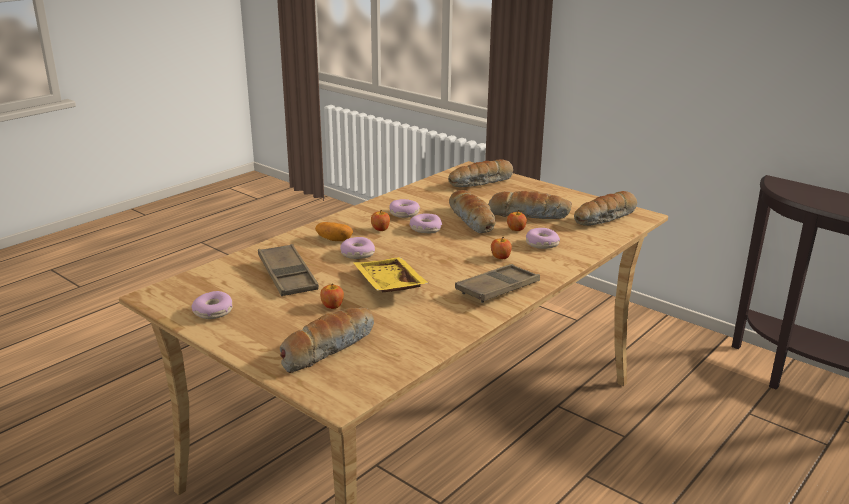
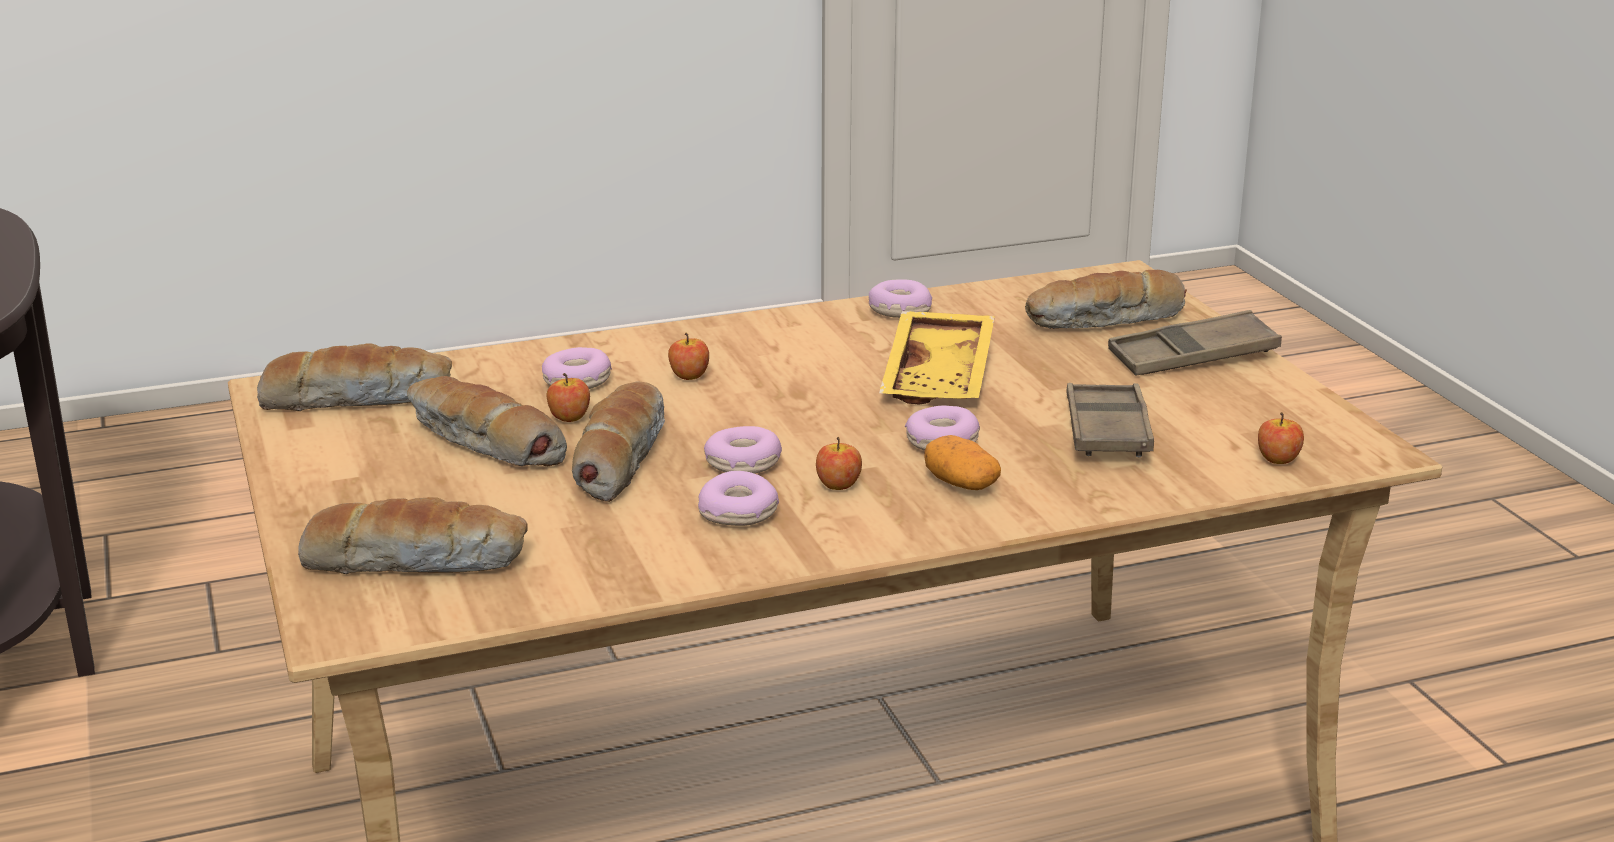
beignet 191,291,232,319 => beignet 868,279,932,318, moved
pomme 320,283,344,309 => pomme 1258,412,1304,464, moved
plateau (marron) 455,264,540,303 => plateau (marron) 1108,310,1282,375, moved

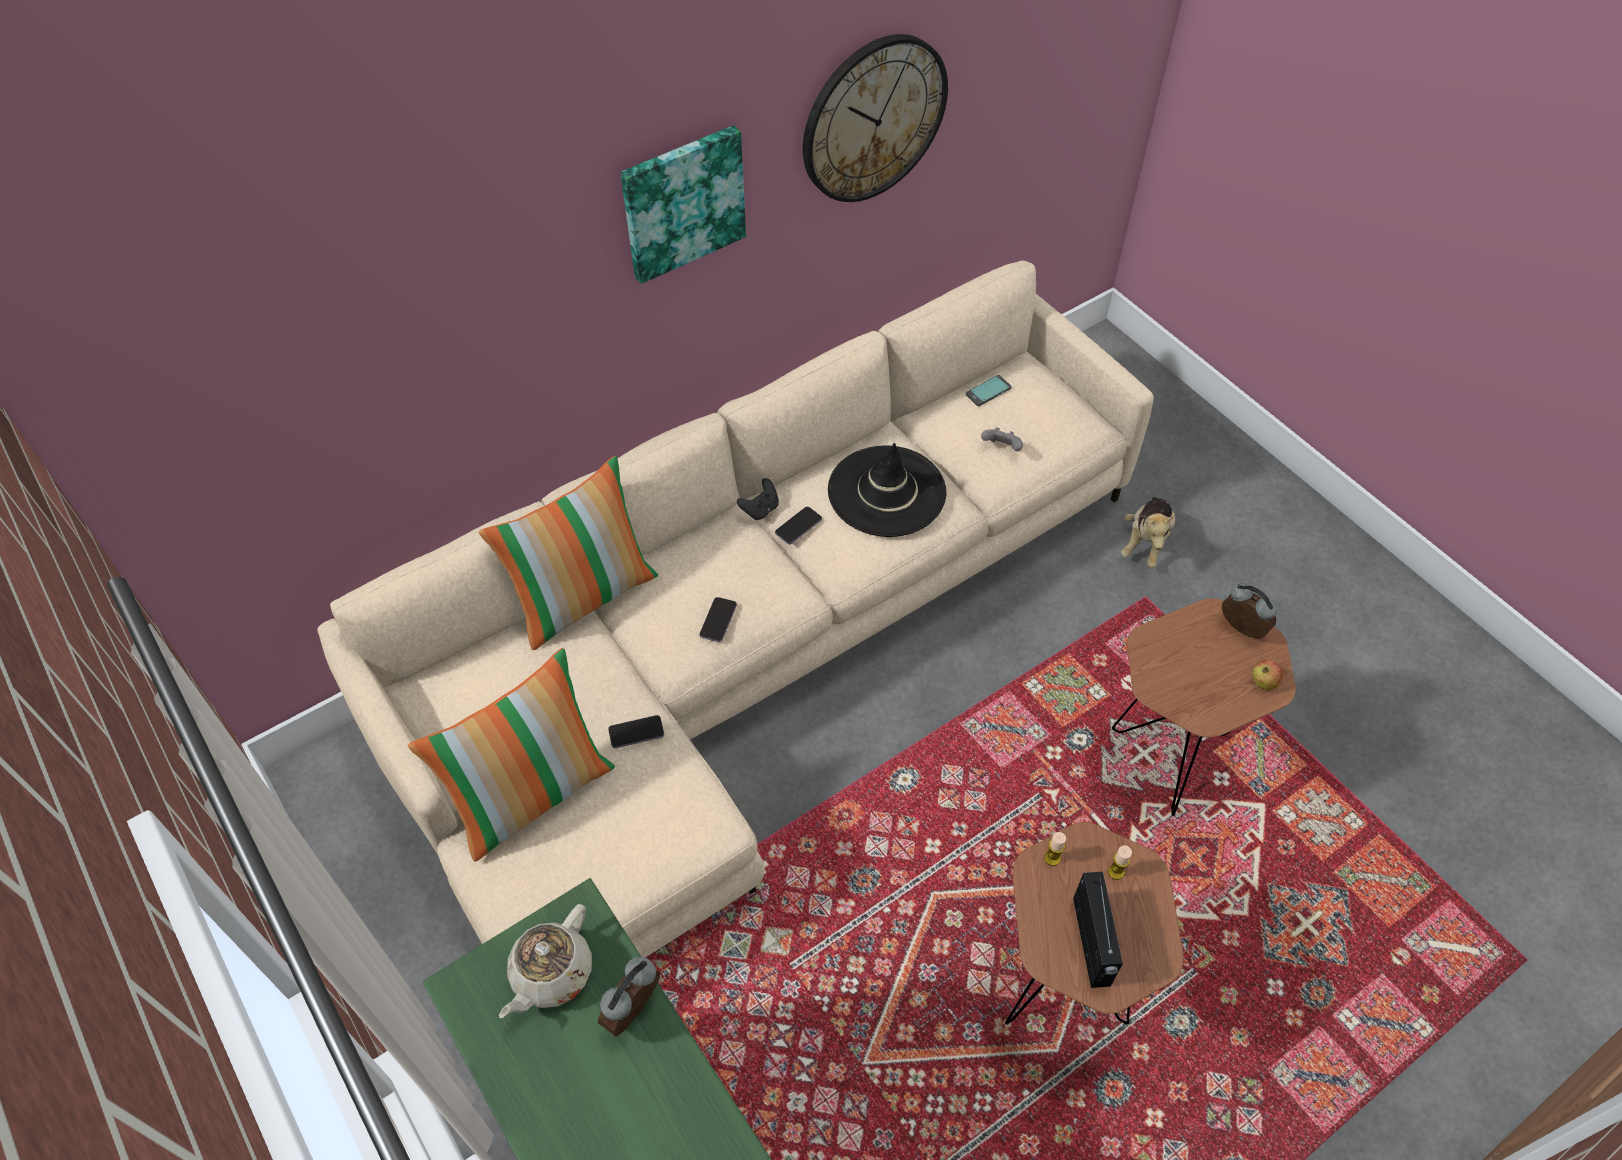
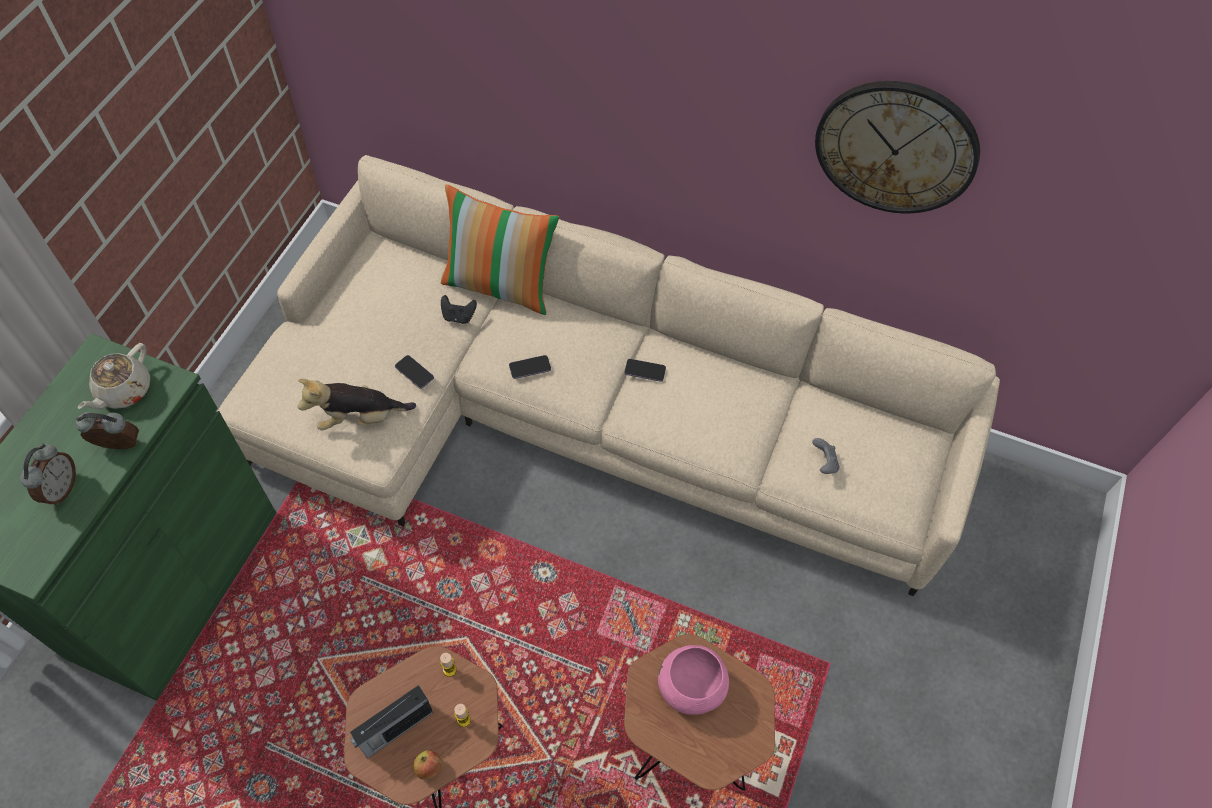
coussin 408,648,615,862 => nothing
théière (beige) 499,904,592,1018 => théière (beige) 78,343,150,410, 60 degrees counterclockwise
tableau 620,125,746,284 => nothing
manette (noir) 737,478,779,520 => manette (noir) 441,295,477,324, moved
chapeau (noir) 828,443,946,537 => nothing
téléphone 966,375,1012,406 => nothing
peluche 1121,497,1175,568 => peluche 298,379,416,430, moved
réveil 1222,583,1277,639 => réveil 20,444,76,505, moved
pomme 1252,660,1283,690 => pomme 413,750,442,780, moved
nothing => bol (rose) 658,645,729,715

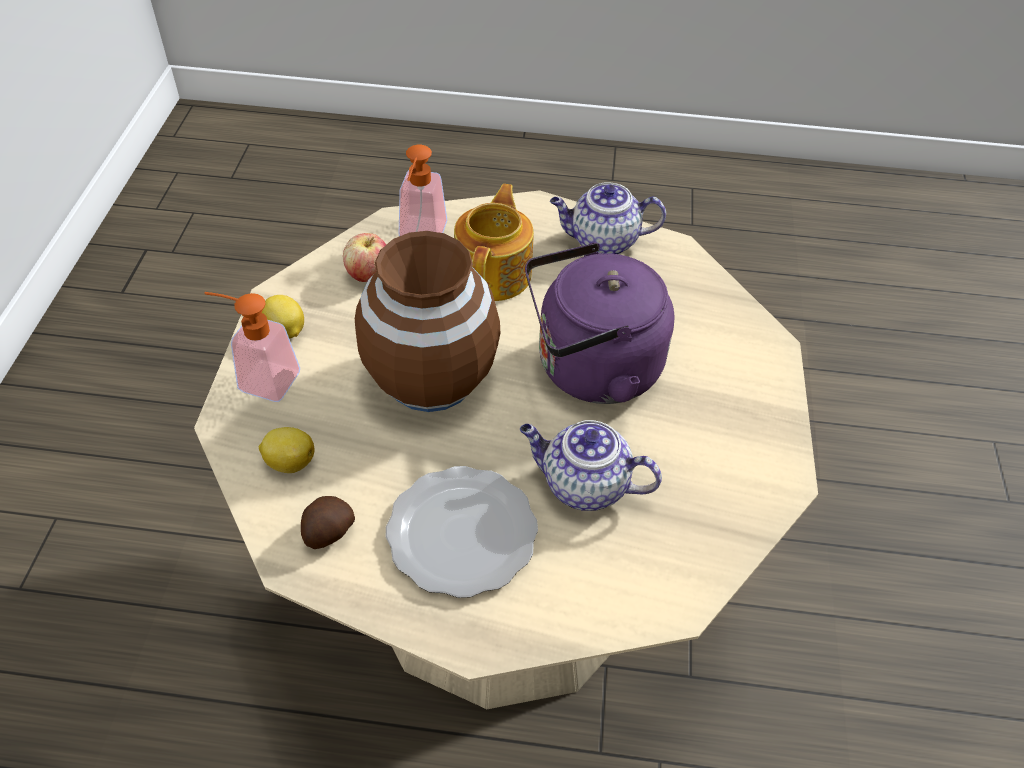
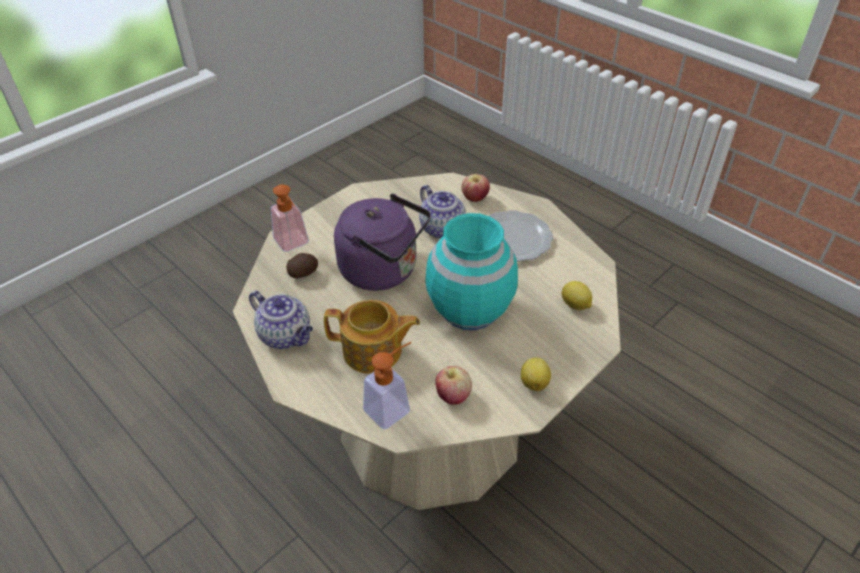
distributeur de savon 204,292,300,402 => distributeur de savon 271,185,309,252, moved
pomme de terre 301,496,355,549 => pomme de terre 286,253,318,278, moved
vase (marron) 355,231,500,412 => vase (turquoise) 425,213,518,330
théière 454,184,534,301 => théière 324,300,420,374, 135 degrees counterclockwise
nothing => pomme 461,174,490,202

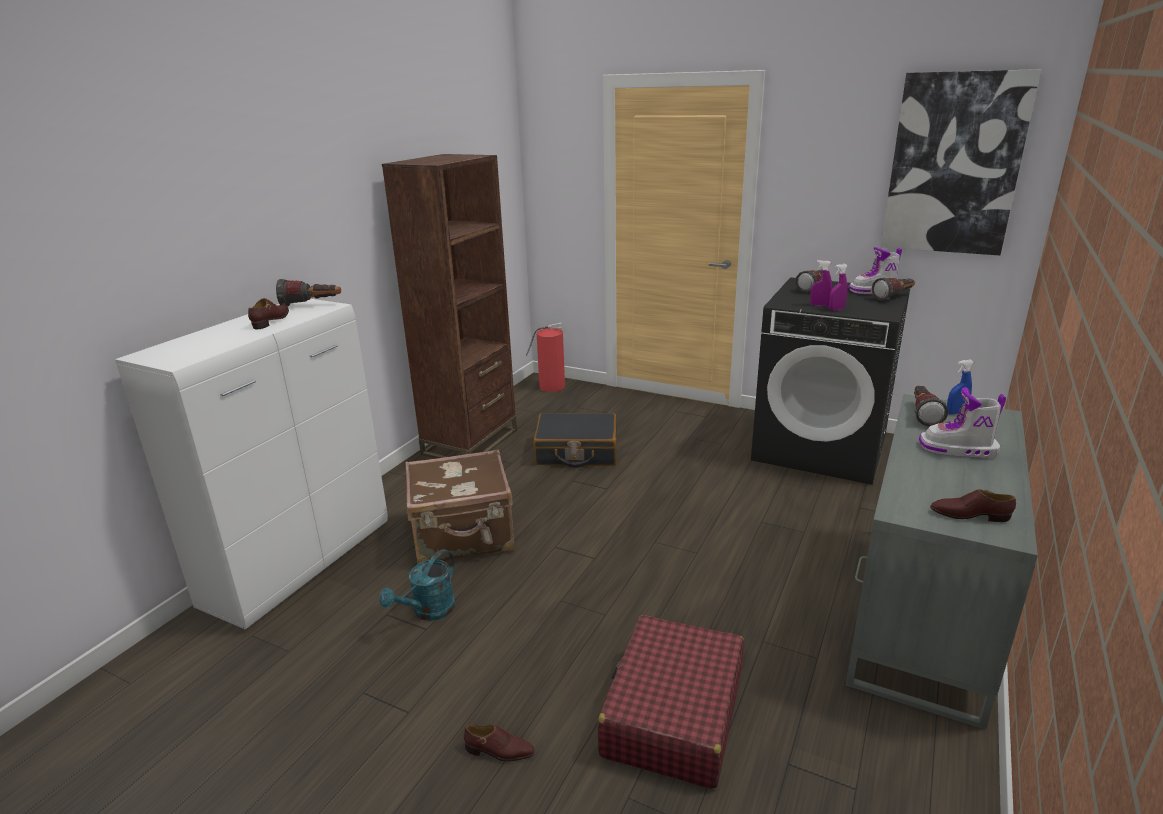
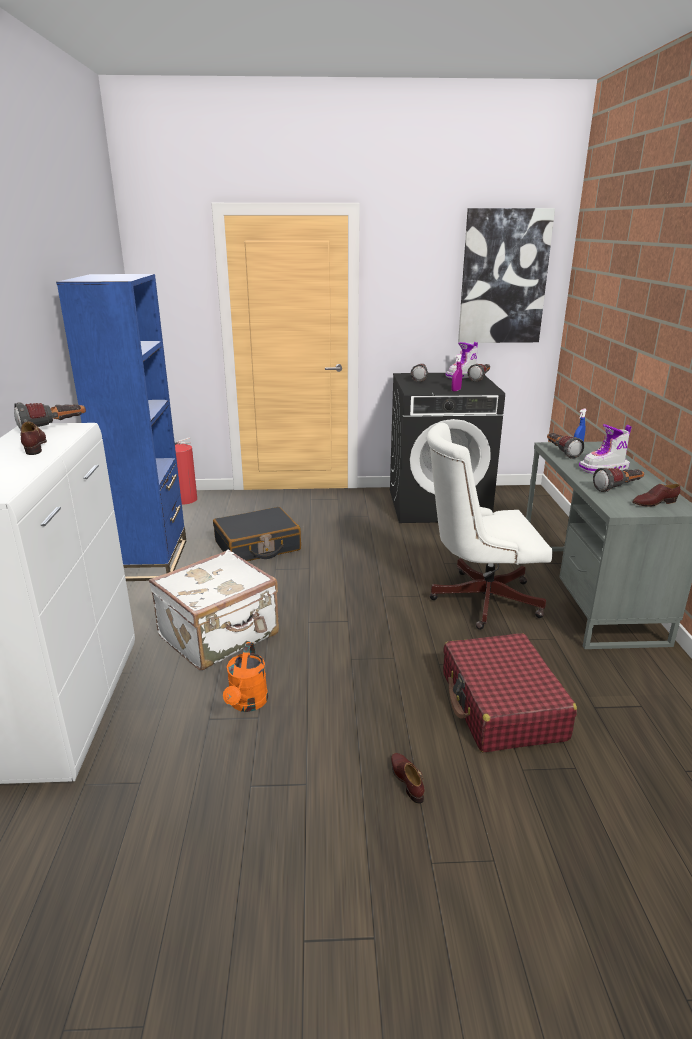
arrosoir (turquoise) 379,549,455,621 => arrosoir (orange) 223,642,268,712
bibliothèque (marron) 382,154,517,459 => bibliothèque (bleu) 56,274,186,581
valise (marron) 405,449,515,564 => valise (blanc) 149,549,279,670
chaussure (marron) 464,724,535,762 => chaussure (marron) 391,753,424,804, 90 degrees counterclockwise
vaporisateur (violet) 810,260,832,306 => nothing
nothing => chaise de bureau (blanc) 427,423,553,630
nothing => lampe de poche 593,468,644,492

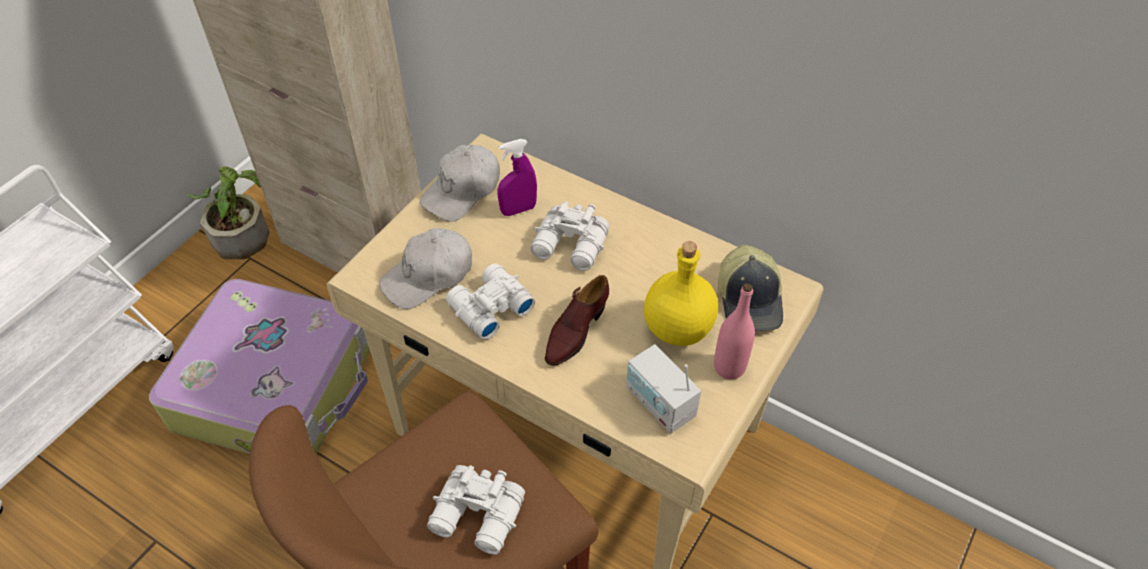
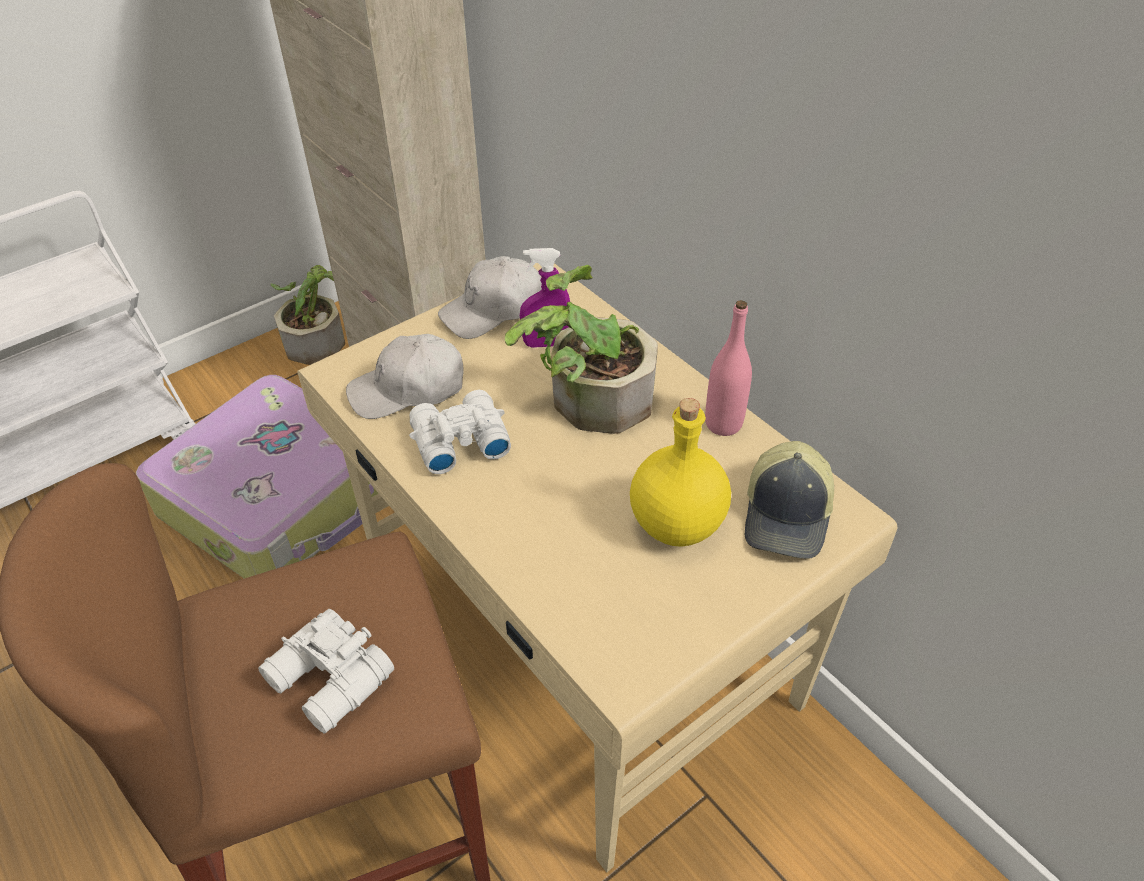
jumelles (blanc) 530,201,609,271 => plante en pot 505,265,658,434
chaussure (marron) 545,275,609,366 => nothing
radio 626,344,701,434 => nothing
bouteille (rose) 714,283,755,379 => bouteille (rose) 705,300,752,436, moved

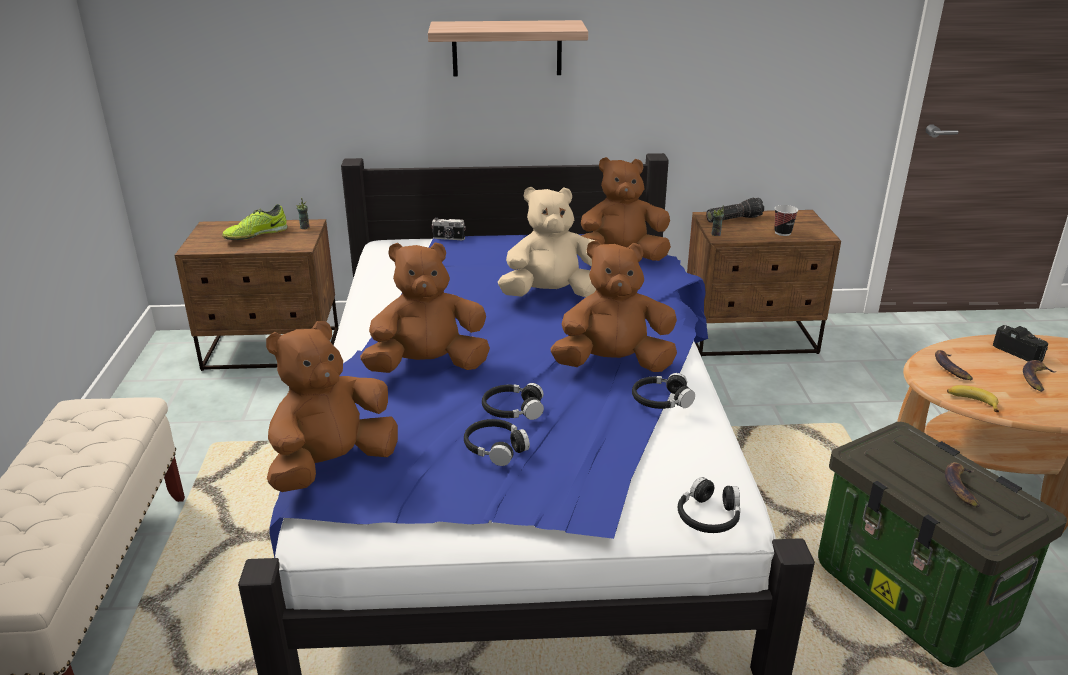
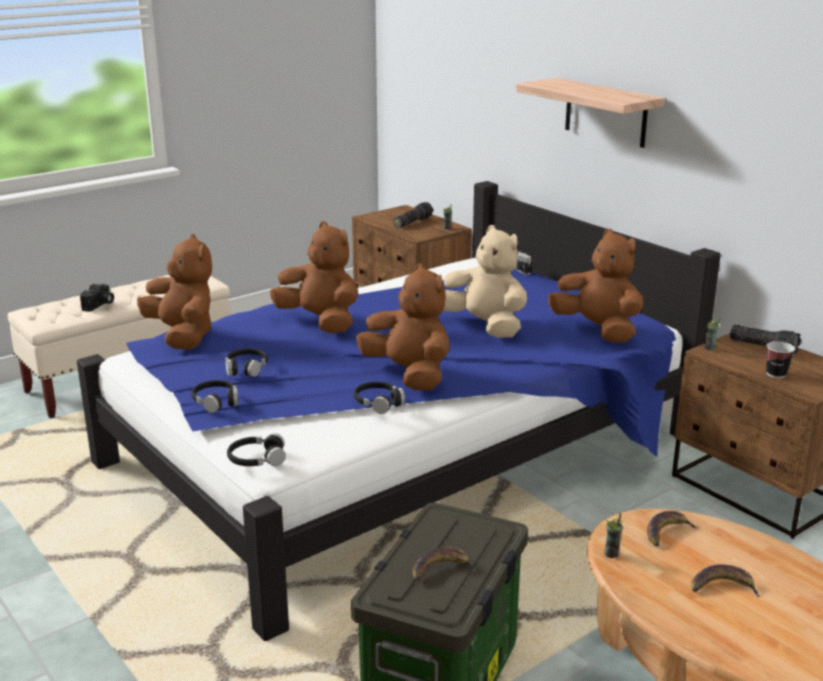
chaussure 222,204,287,240 => lampe de poche 393,202,433,228
peluche (marron) 266,321,398,492 => peluche (marron) 137,234,212,350, 45 degrees clockwise
casque audio (noir) 482,383,544,420 => casque audio (noir) 191,380,239,413, moved
banane 947,385,999,412 => tasse 604,513,623,558
appareil photo 993,325,1049,362 => appareil photo 80,284,114,312, moved

